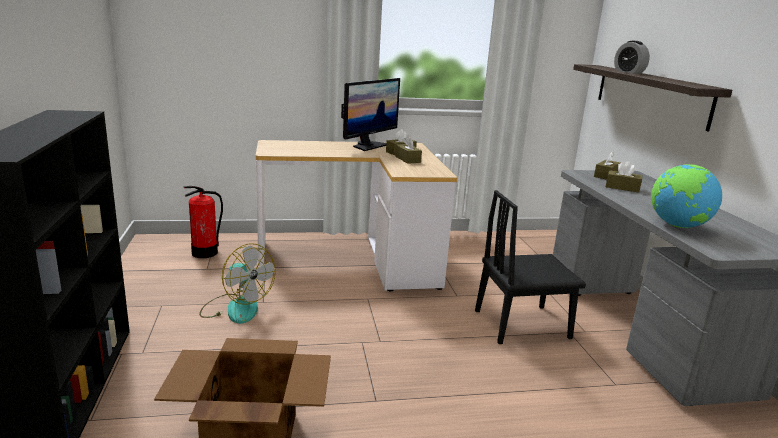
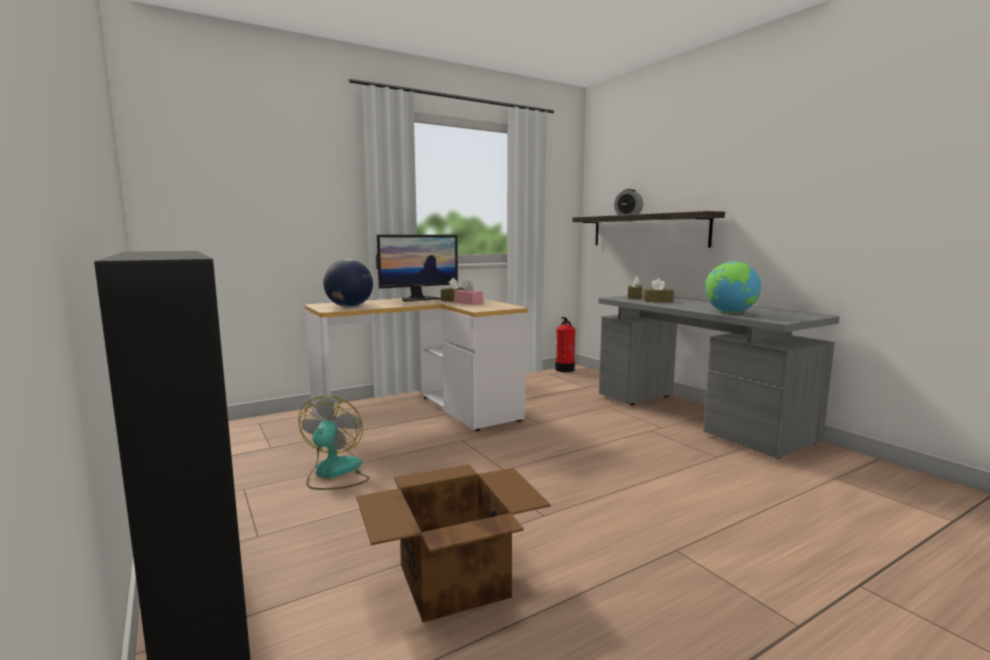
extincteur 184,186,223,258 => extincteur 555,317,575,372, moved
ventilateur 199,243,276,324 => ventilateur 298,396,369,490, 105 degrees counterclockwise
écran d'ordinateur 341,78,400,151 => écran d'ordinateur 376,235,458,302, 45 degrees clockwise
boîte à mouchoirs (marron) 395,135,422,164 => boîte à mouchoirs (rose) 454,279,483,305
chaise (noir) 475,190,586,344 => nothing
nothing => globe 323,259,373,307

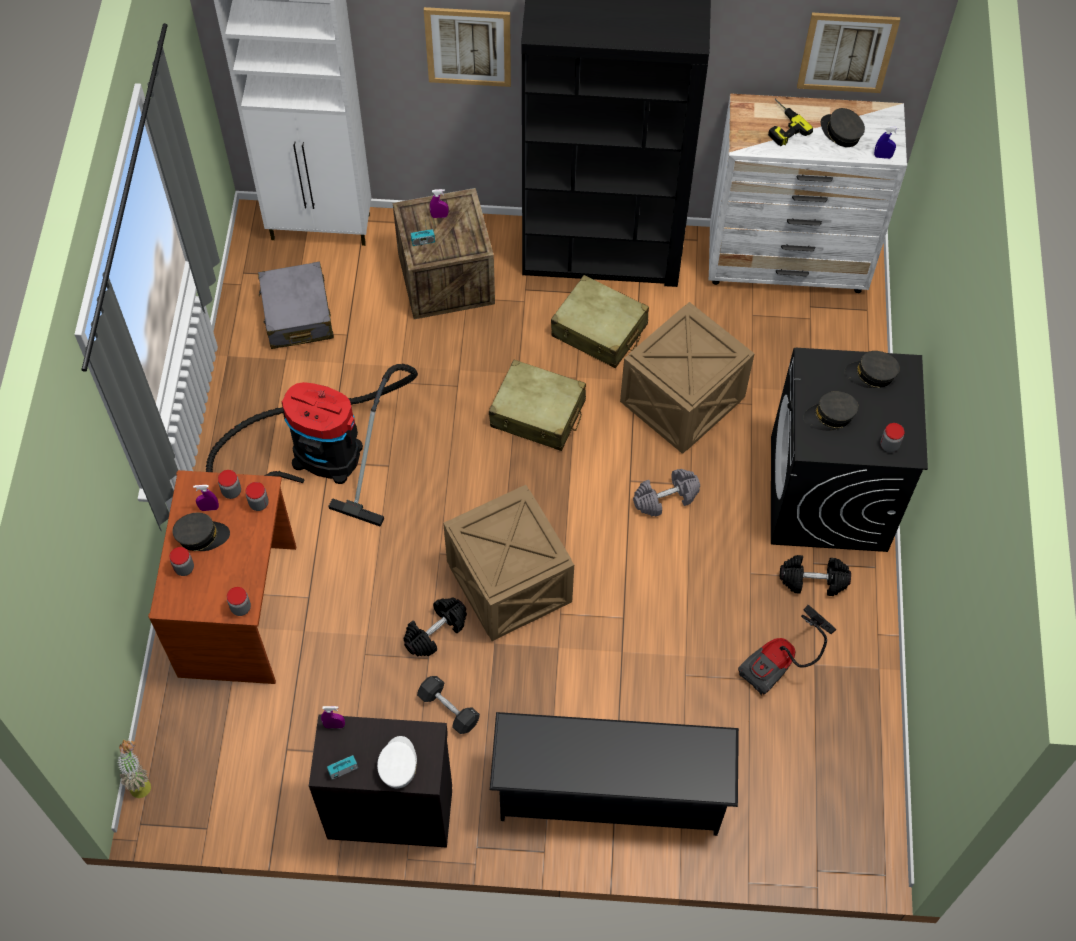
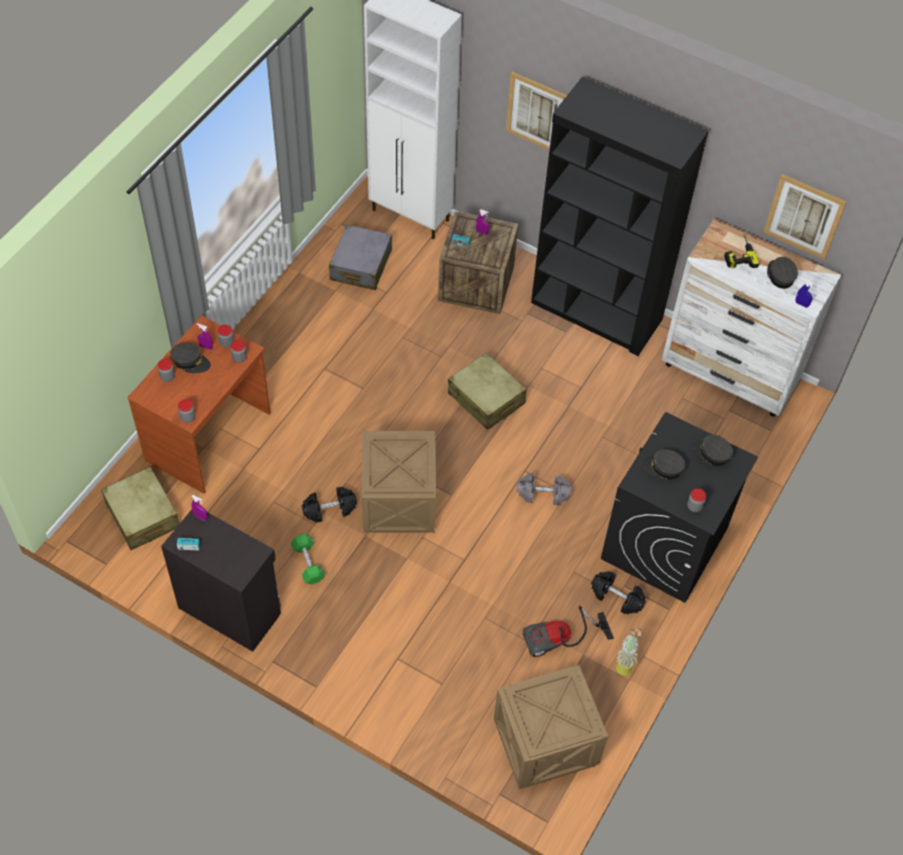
plante en pot 118,740,151,798 => plante en pot 616,626,643,675, moved
aspirateur 206,364,418,527 => nothing
casquette (blanc) 377,736,417,788 => nothing
haltère (noir) 417,676,480,734 => haltère (vert) 291,534,325,584
étagère à chaussures (noir) 490,712,739,836 => nothing
valise (beige) 551,275,649,368 => valise (beige) 101,467,180,550, moved
caisse 620,302,755,454 => caisse 494,665,608,789, moved

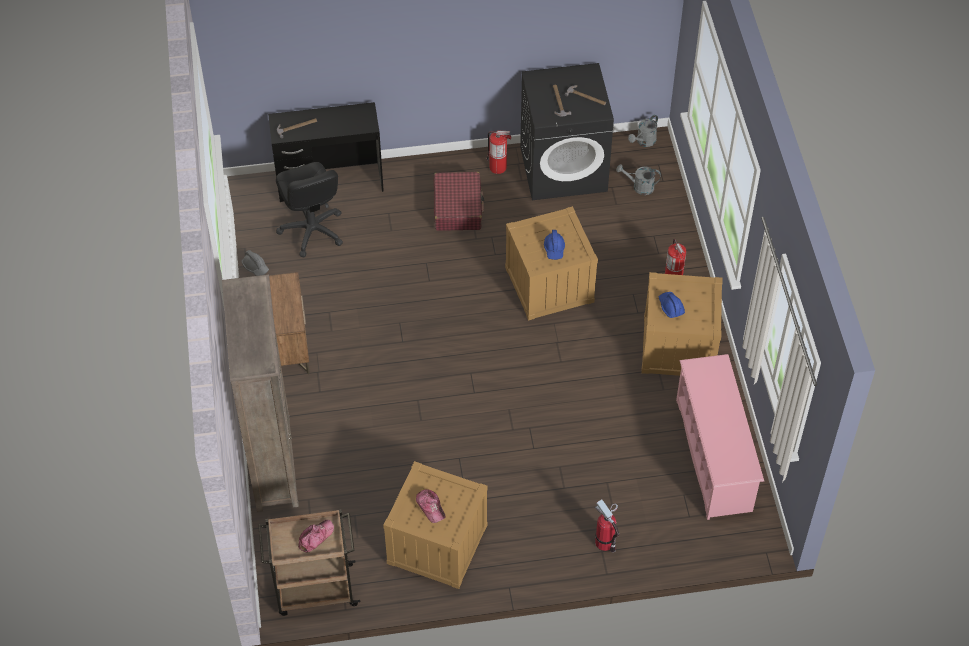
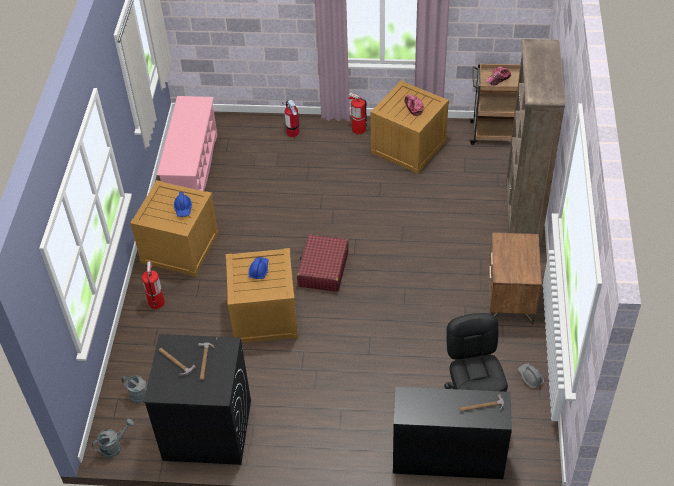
valise (rouge) 434,172,484,231 => valise (rouge) 297,235,349,292, moved
extincteur 486,131,512,174 => extincteur 348,93,368,134, moved

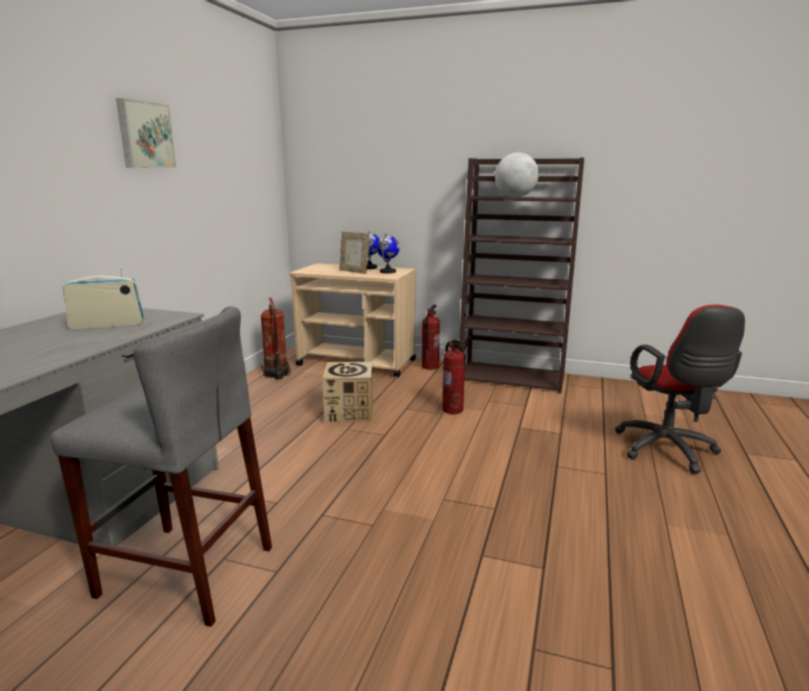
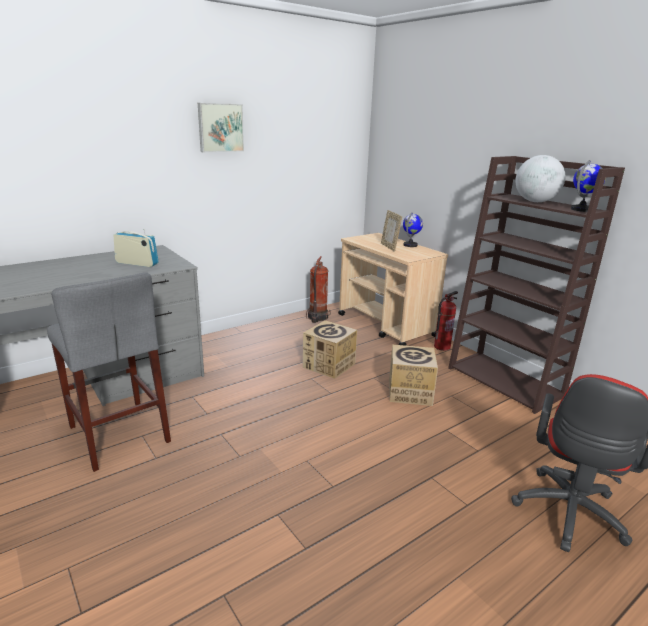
globe 377,233,400,273 => globe 571,160,606,212, moved
extincteur 442,340,465,414 => carton 389,345,438,406

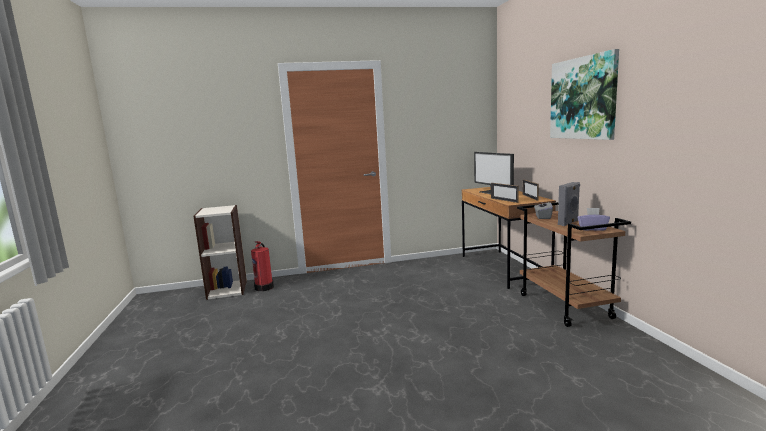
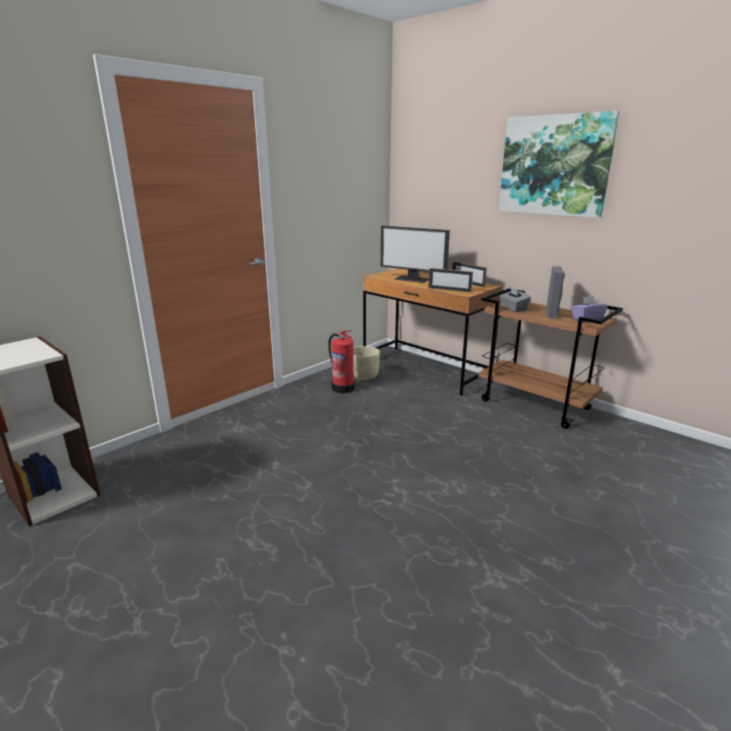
extincteur 251,241,274,291 => extincteur 328,330,355,393, moved
nothing => cache-pot (beige) 353,346,380,380

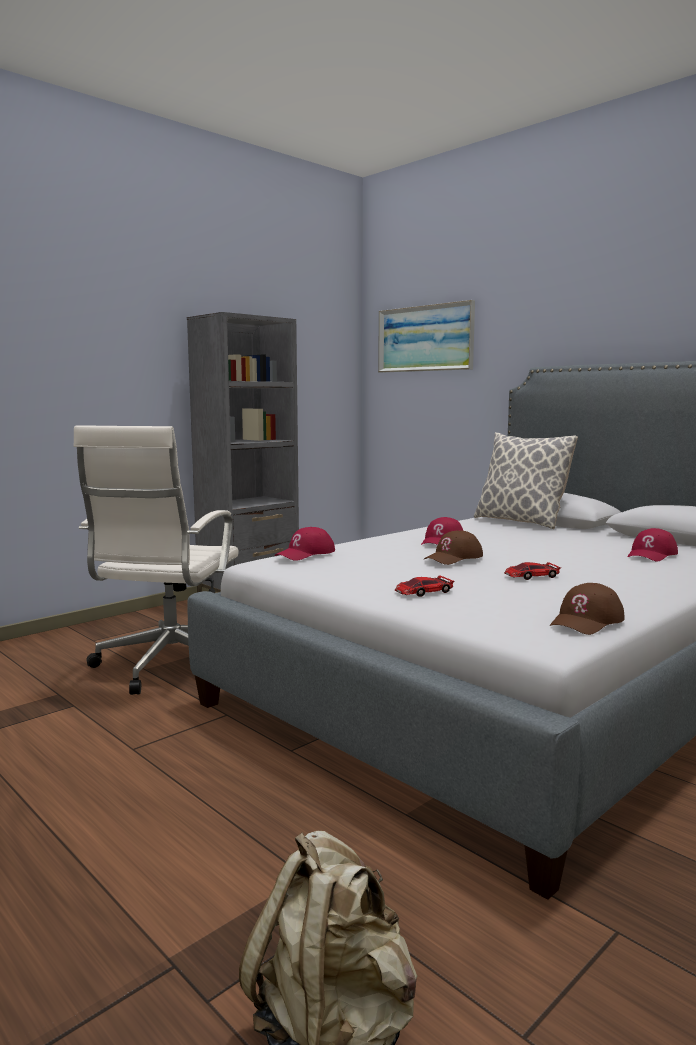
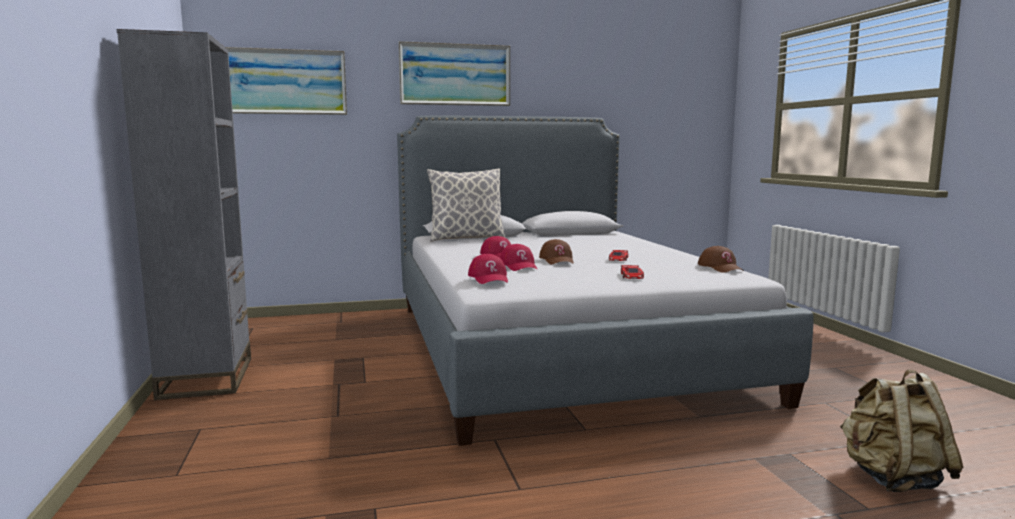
chaise de bureau (blanc) 74,425,239,695 => nothing
casquette (rouge) 628,528,678,562 => casquette (rouge) 500,244,538,271, moved
nothing => tableau 398,41,510,106

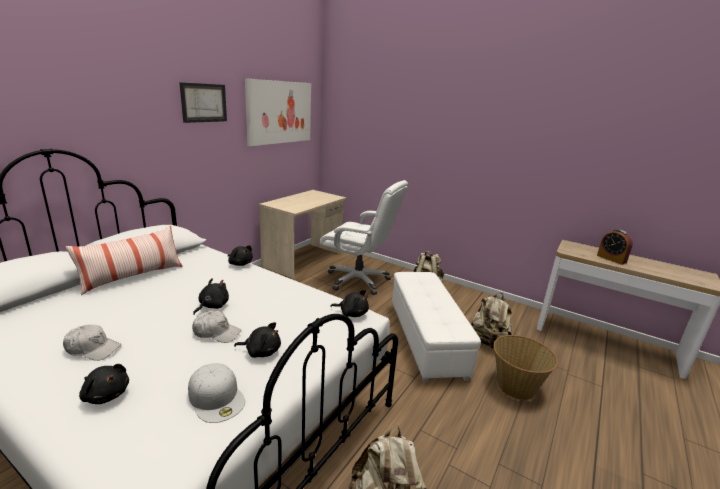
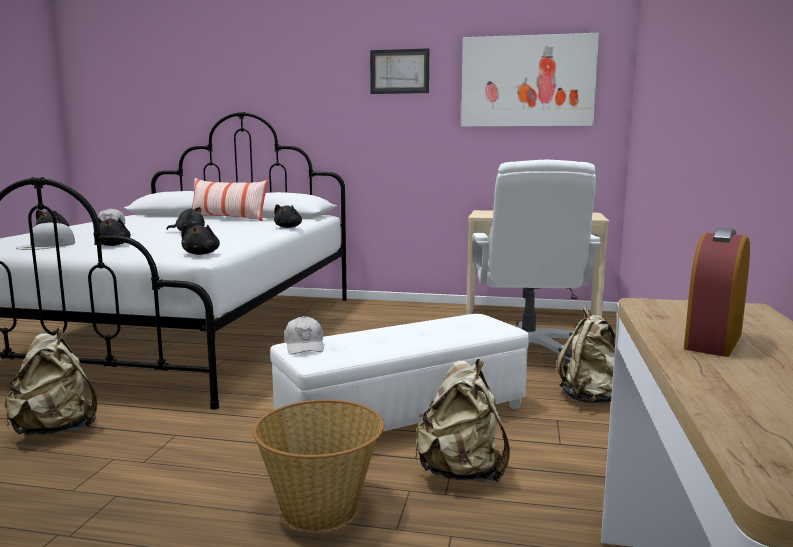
casquette (blanc) 192,311,241,343 => casquette (blanc) 284,316,324,355, moved

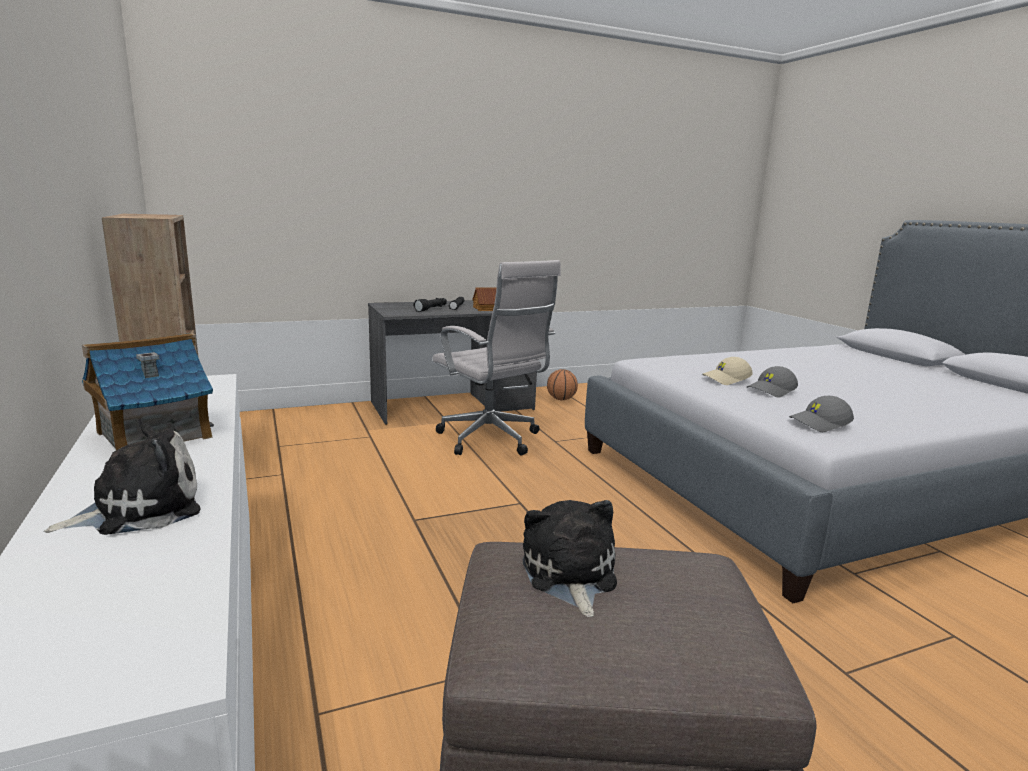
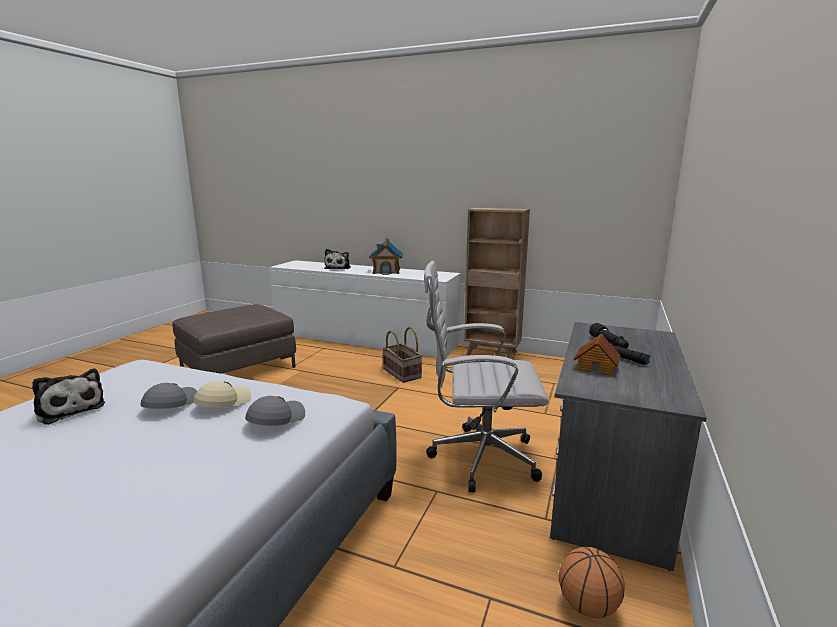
peluche 523,500,617,617 => peluche 32,369,106,425, moved
casquette (gris) 789,396,854,432 => casquette (gris) 245,396,305,426, moved
nothing => panier 382,327,423,383

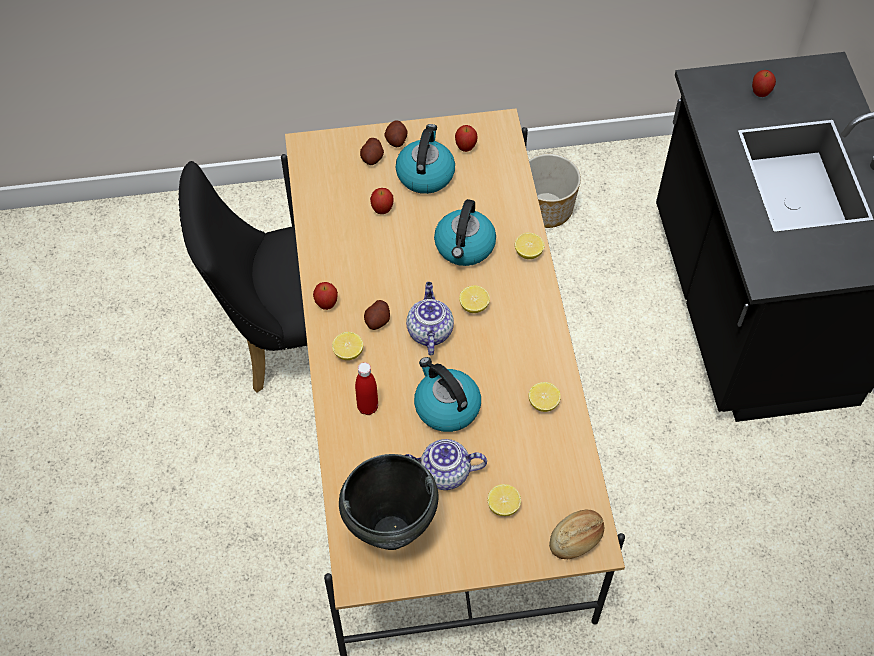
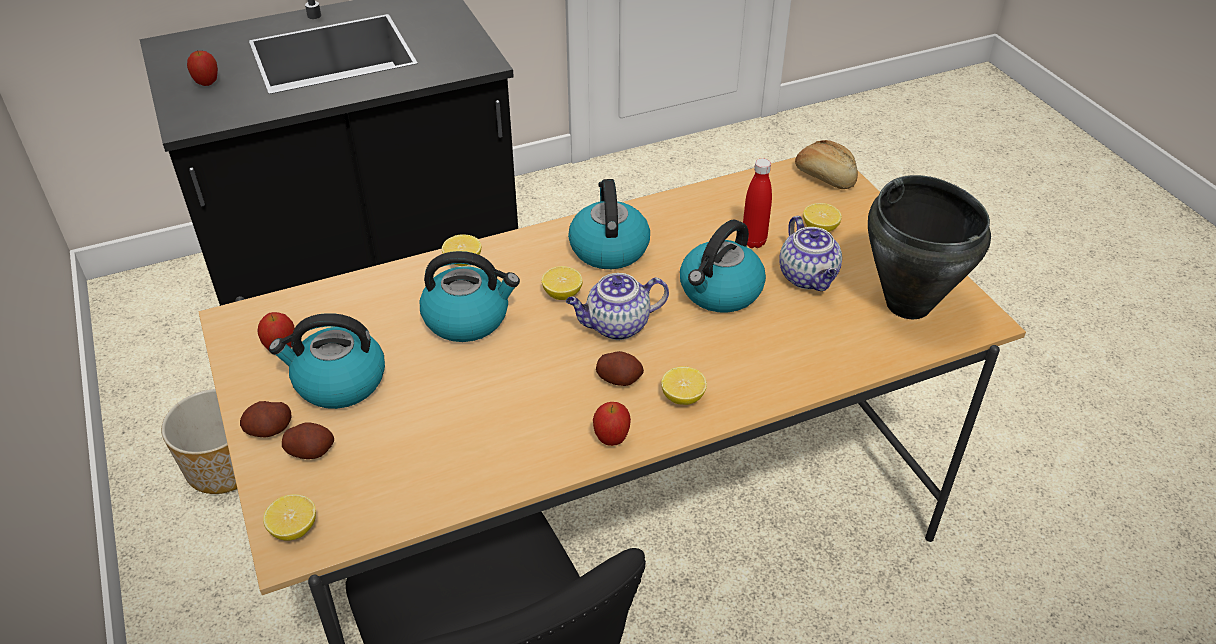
bouteille (rouge) 355,362,378,415 => bouteille (rouge) 743,158,772,248, moved
pomme 370,188,393,214 => nothing
citron 528,382,561,412 => citron 263,494,316,541, moved
nothing => bouilloire 568,179,650,269

